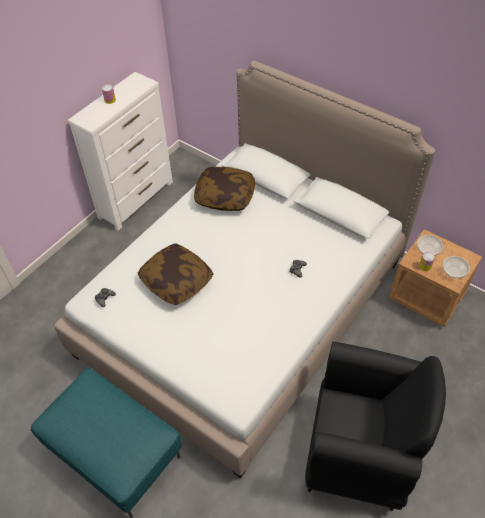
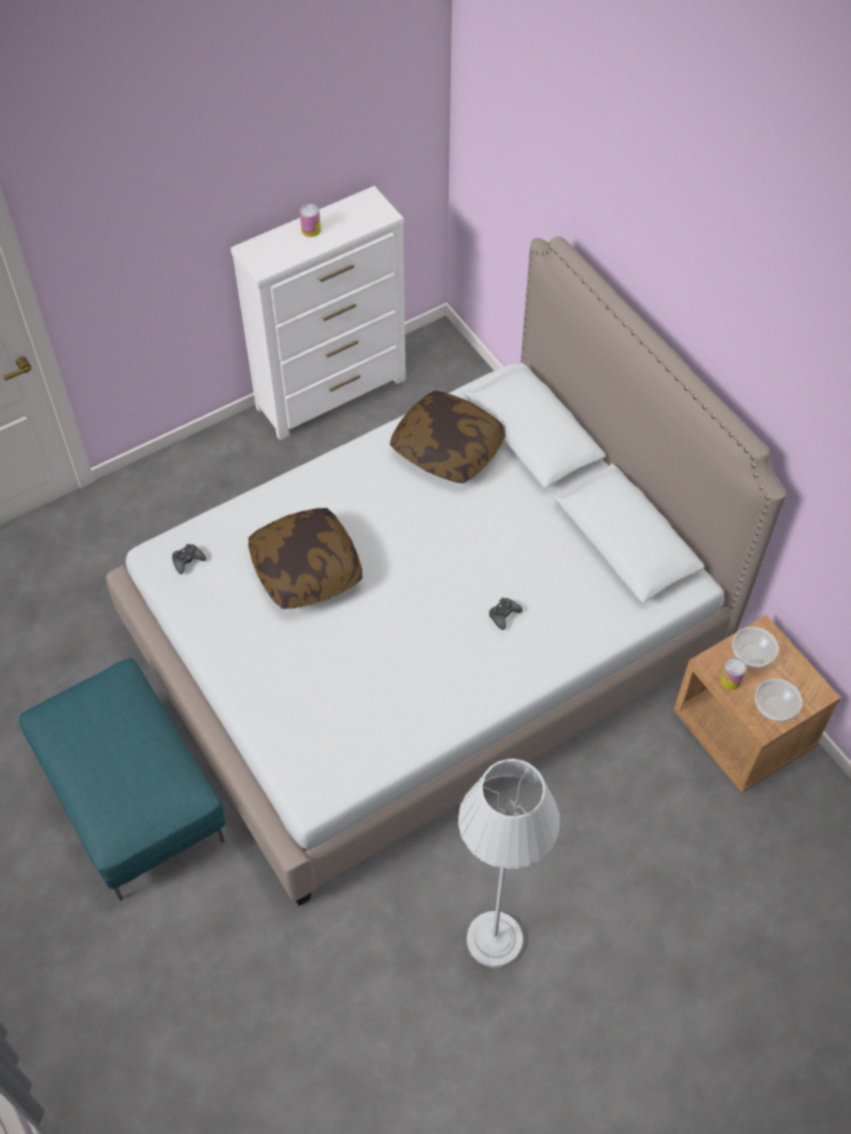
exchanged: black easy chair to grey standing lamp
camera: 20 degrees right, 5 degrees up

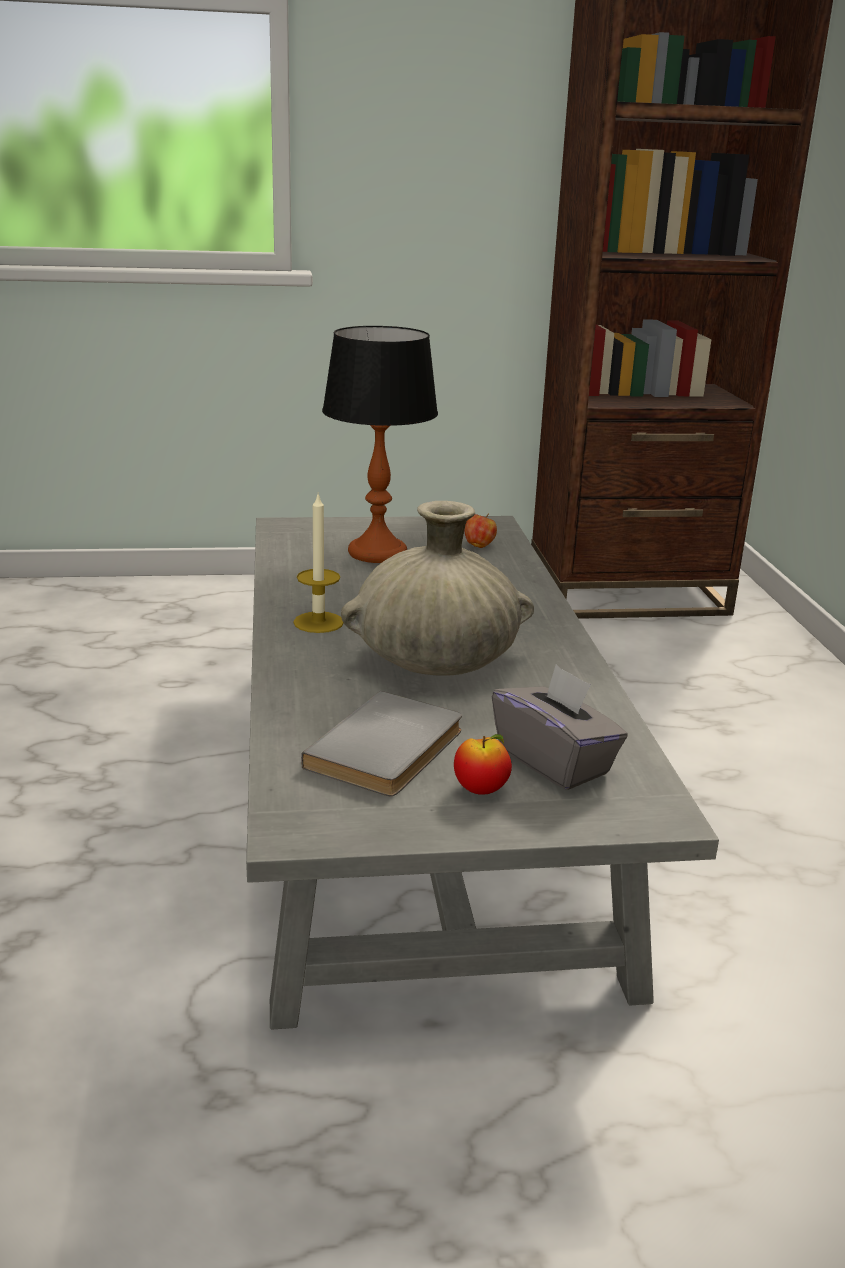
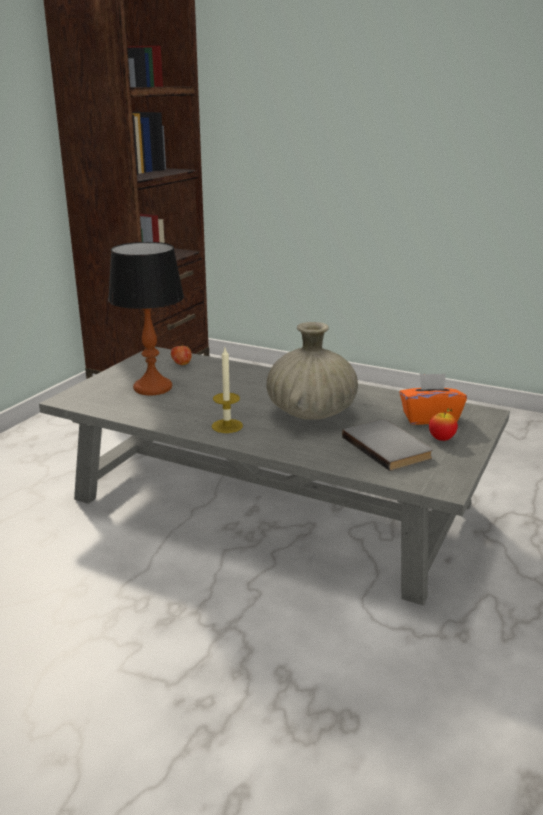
colour: grey tissue holder to orange tissue holder
camera: 55 degrees left, 0 degrees up

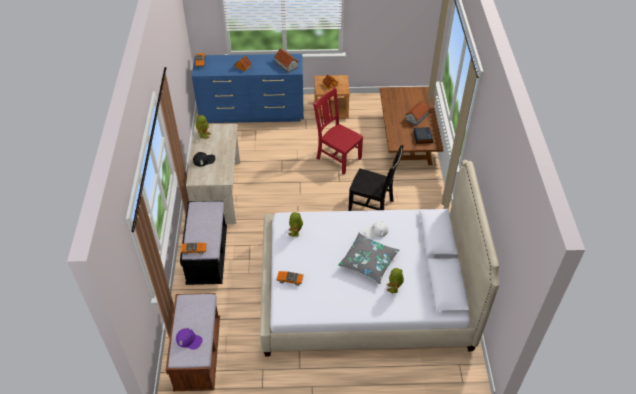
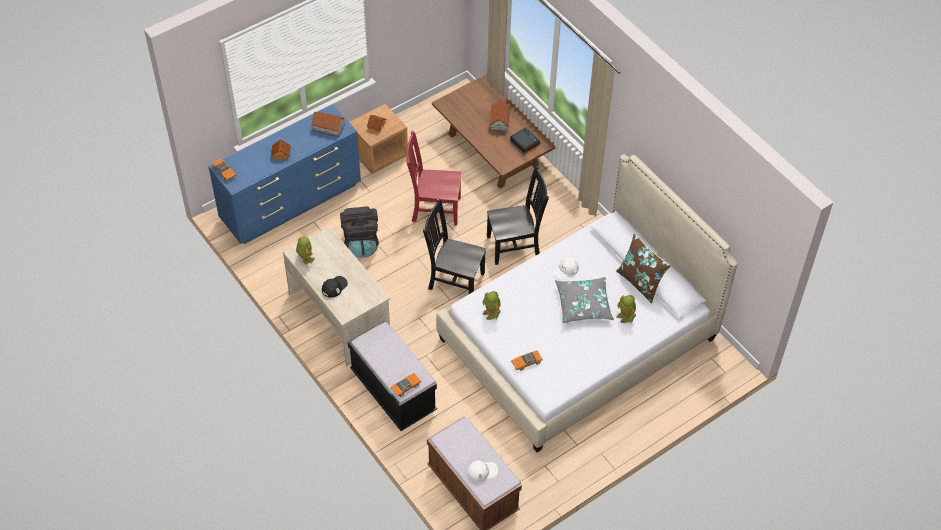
appeared: black backpack; black plain chair (no. 1 from left); brown cushion
colour: purple-coloured peaked cap to whitish peaked cap (no. 1 from left)
camera: 35 degrees left, 5 degrees up

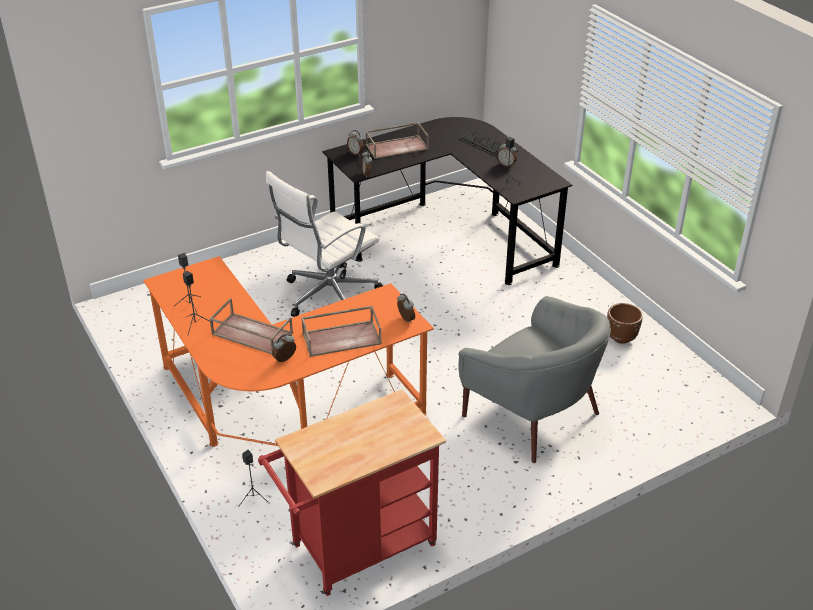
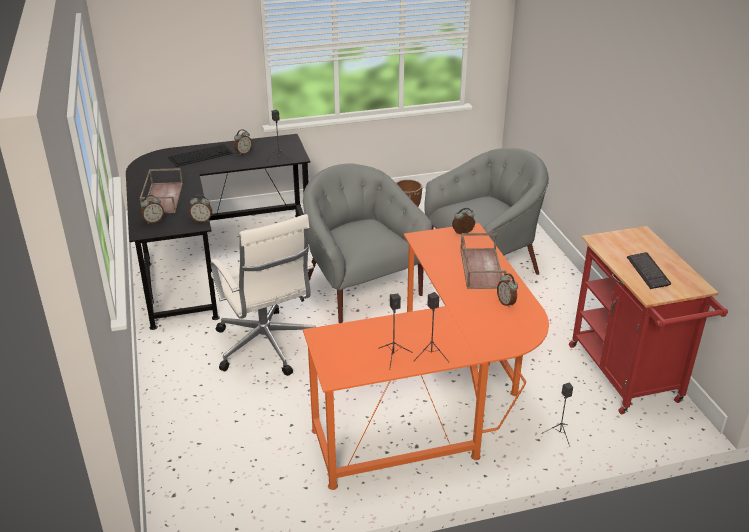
missing: brown serving tray (no. 1 from left)
appeared: grey easy chair (no. 1 from left); keyboard (no. 2 from left)
camera: 75 degrees left, 5 degrees down

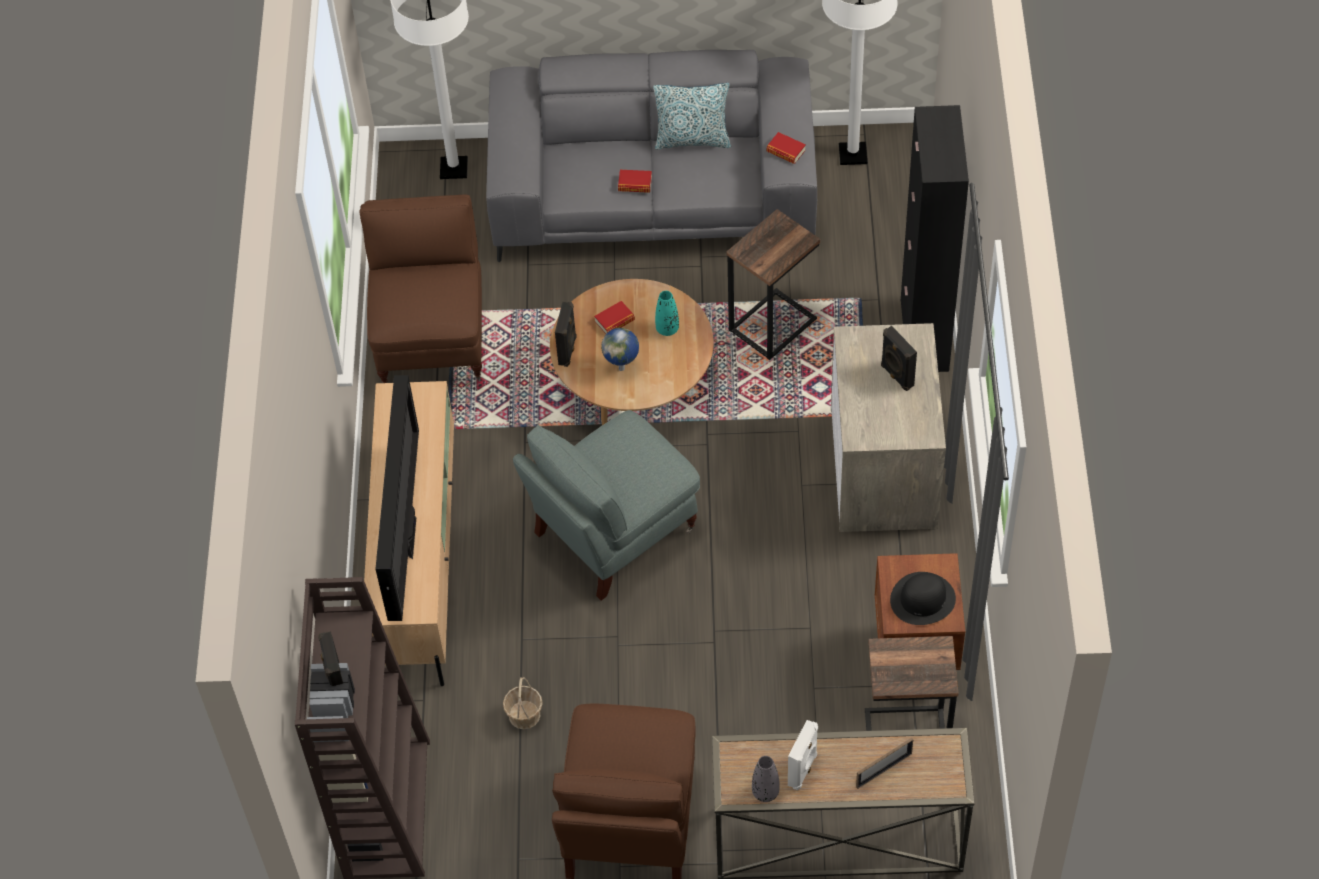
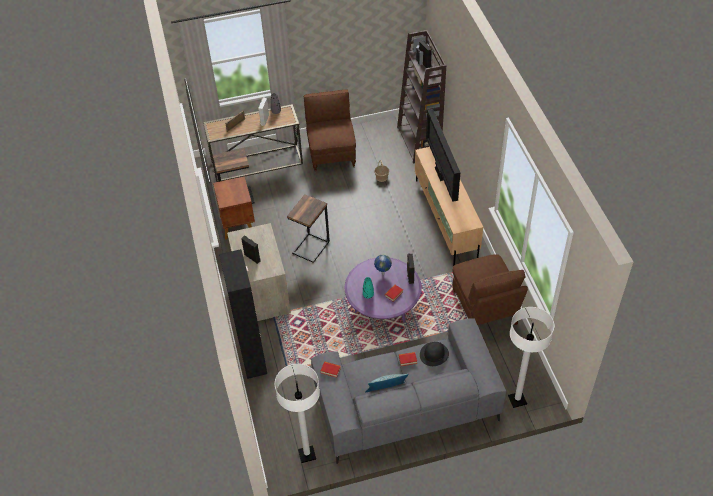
missing: grey easy chair
relocated: end table (no. 1 from left in the first image) to end table (no. 2 from left); black hat
colour: brown lounge table to purple-coloured lounge table
camera: 165 degrees right, 5 degrees down

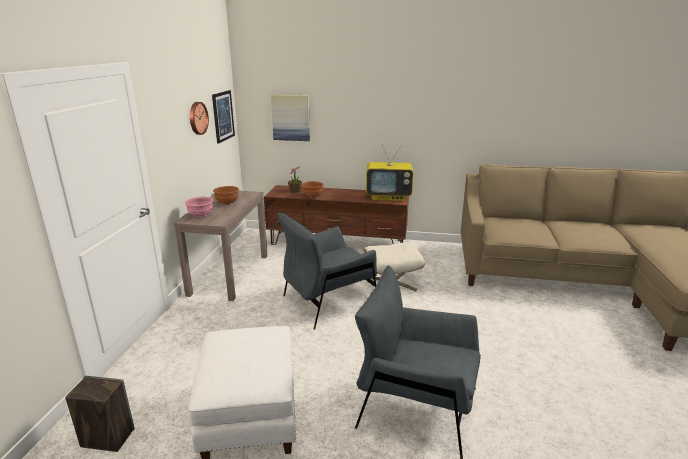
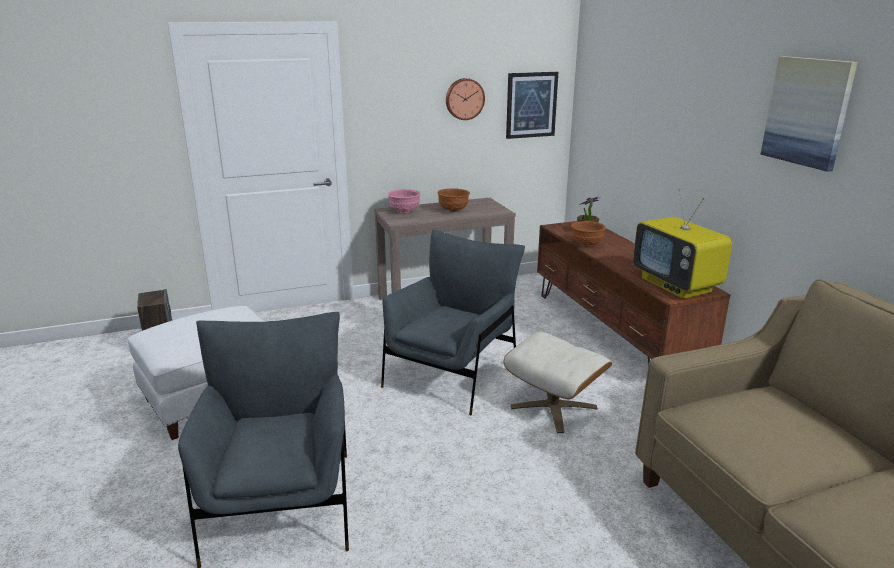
relocated: wall picture (no. 2 from left)
spun: grey easy chair (no. 1 from left in the first image) 90 degrees clockwise
camera: 60 degrees right, 0 degrees up

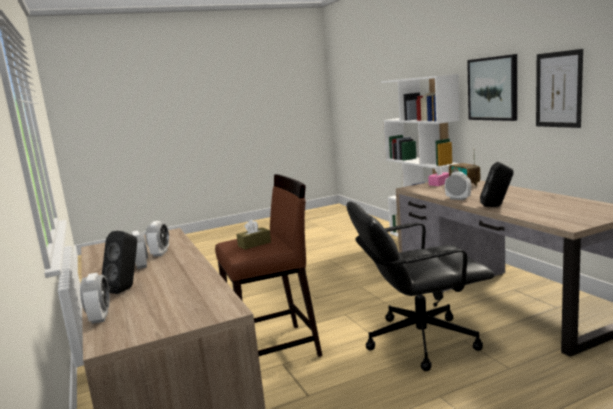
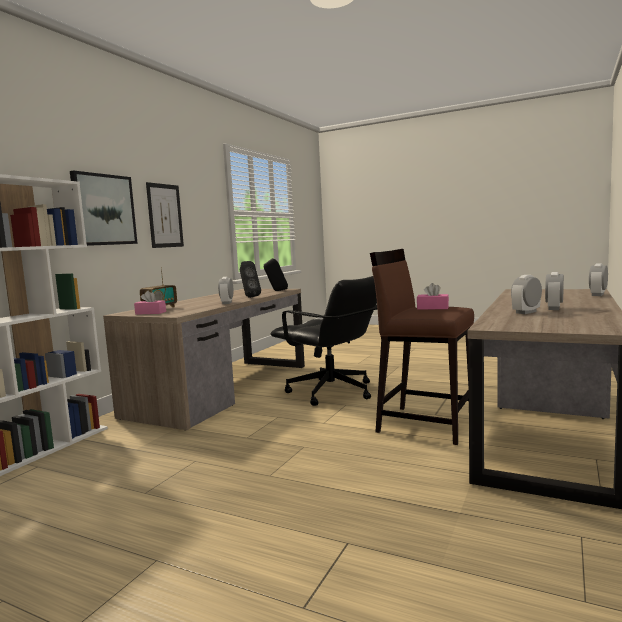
relocated: black speaker (no. 1 from left in the first image) to black speaker (no. 2 from left)
colour: brown tissue holder to pink-coloured tissue holder (no. 2 from left)
camera: 130 degrees left, 5 degrees down

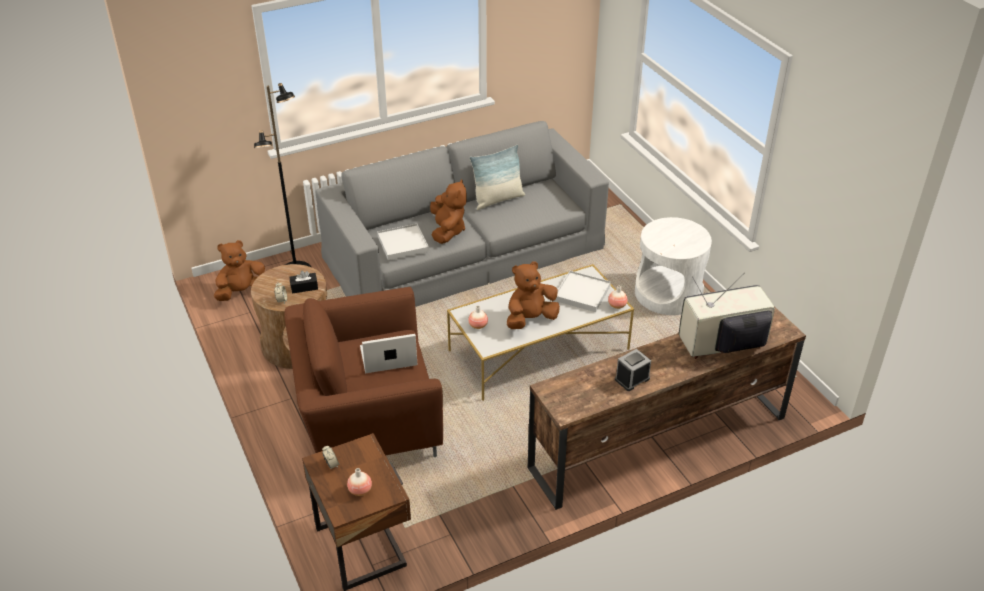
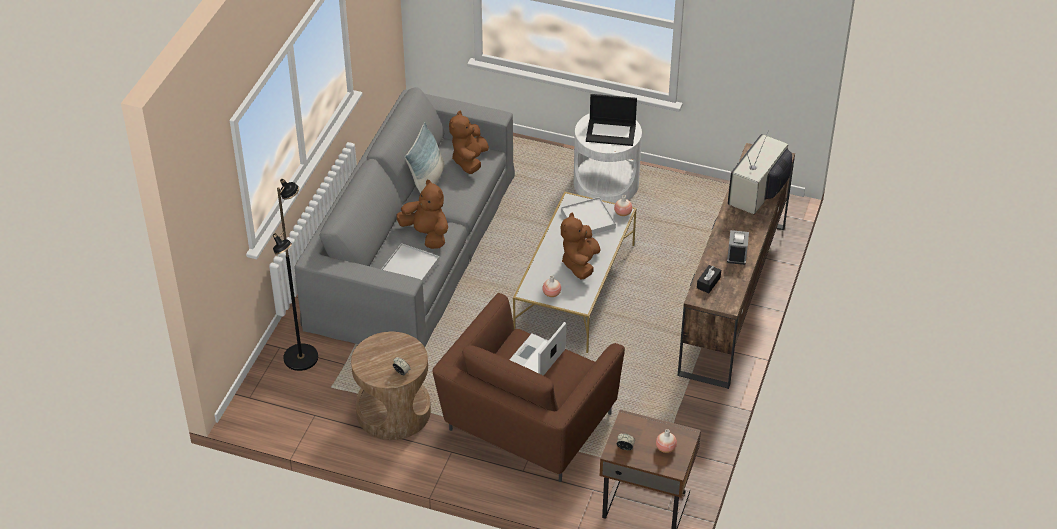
appeared: portable computer (no. 2 from left)
relocated: brown cuddly toy (no. 1 from left in the first image) to brown cuddly toy (no. 2 from left); black tissue holder
camera: 45 degrees left, 5 degrees up

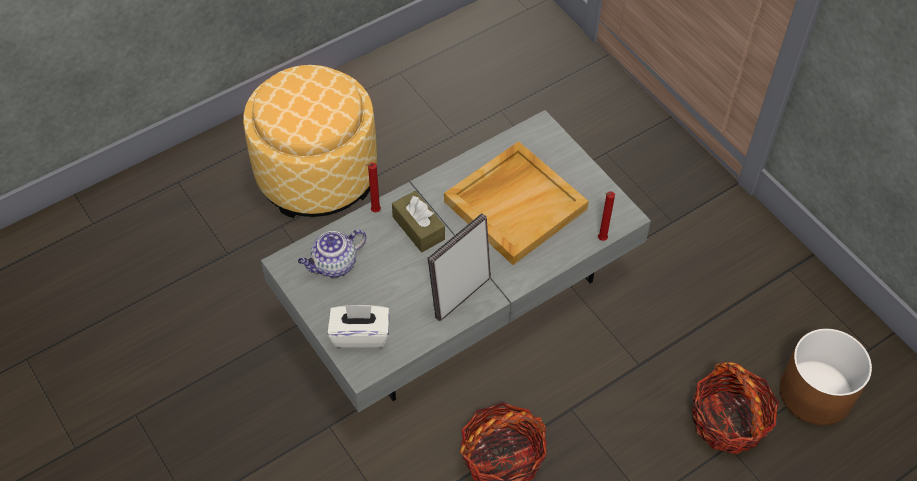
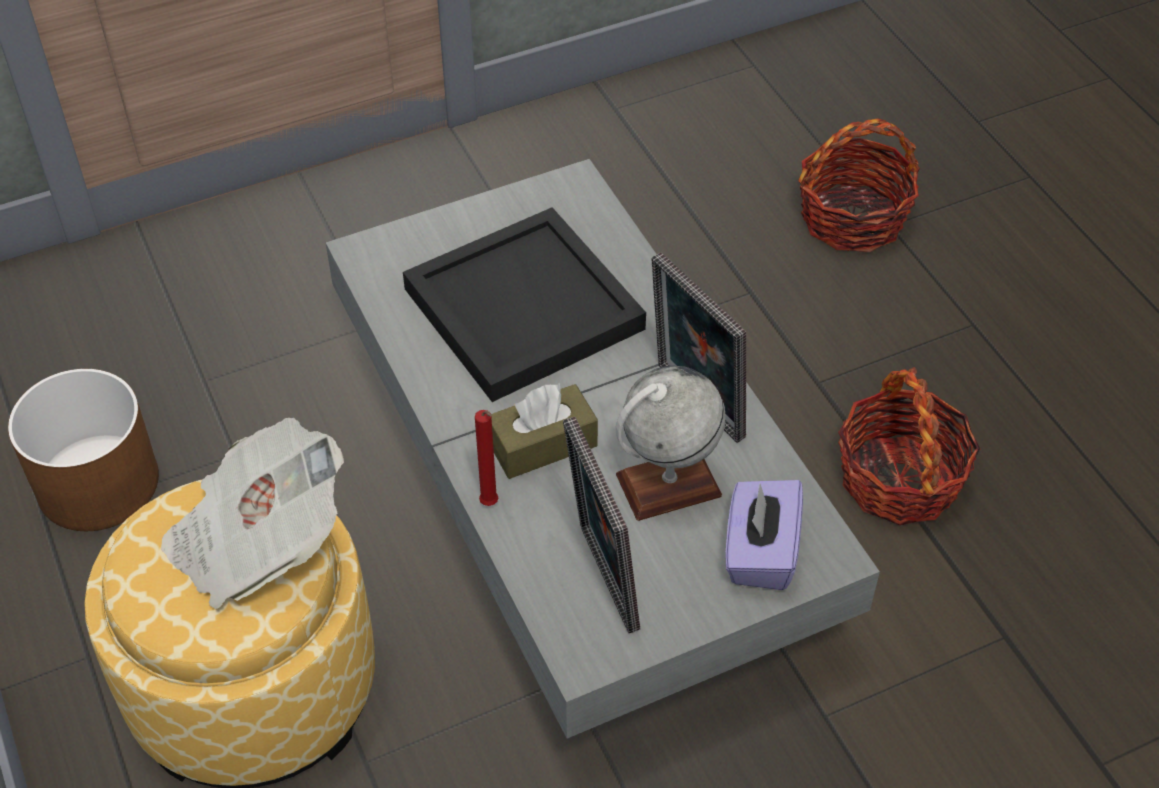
missing: reddish candle (no. 2 from left)
appeared: newspaper; world globe
relocated: brown plant pot
exchanged: pot for tea to standing frame (no. 1 from left)
colour: beige serving tray to black serving tray; whitish tissue holder to purple-coloured tissue holder
camera: 80 degrees left, 5 degrees down

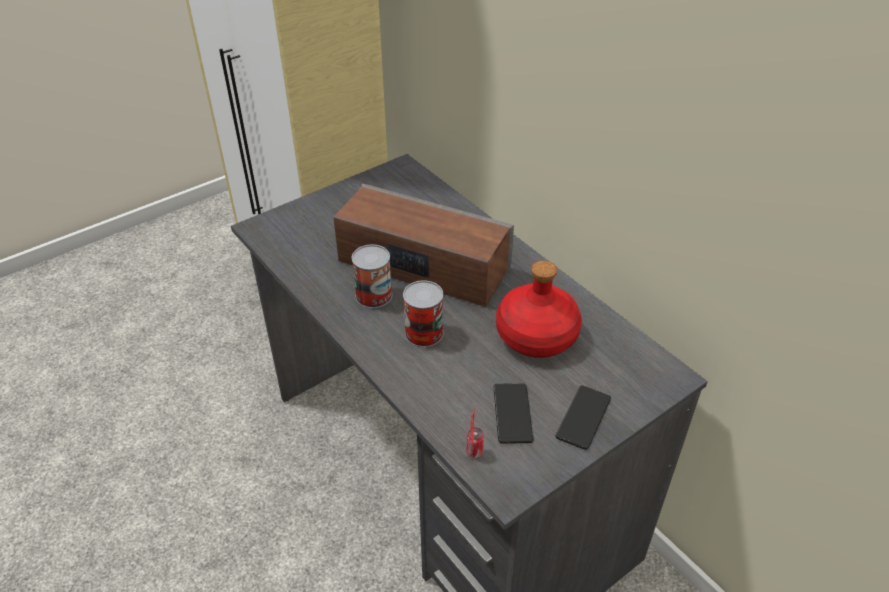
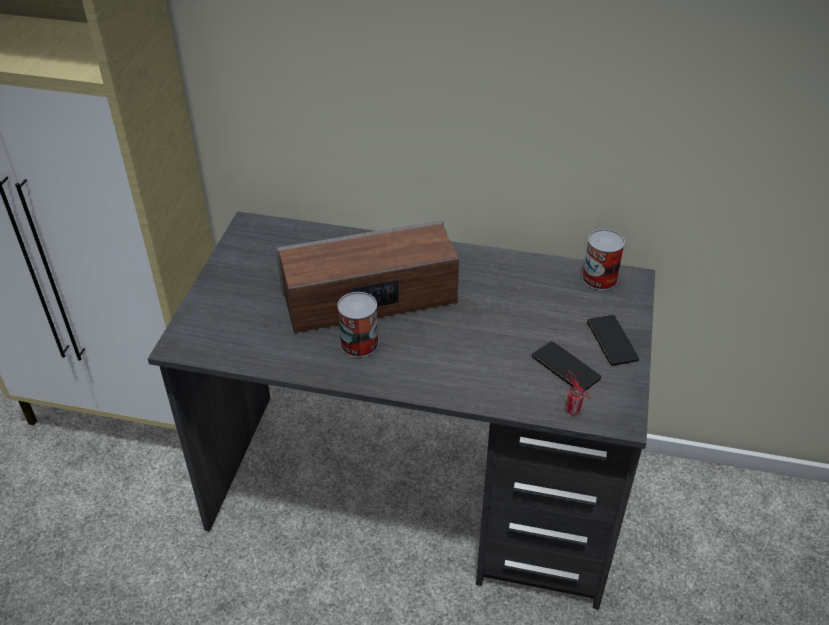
missing: reddish bottle
relocated: can (no. 2 from left in the first image) to can (no. 3 from left)
camera: 40 degrees left, 0 degrees up

